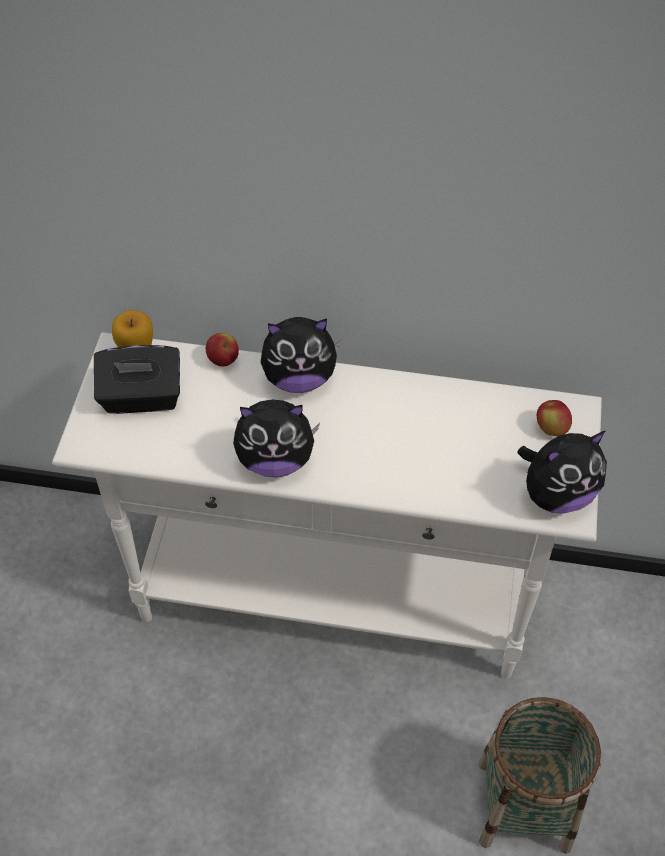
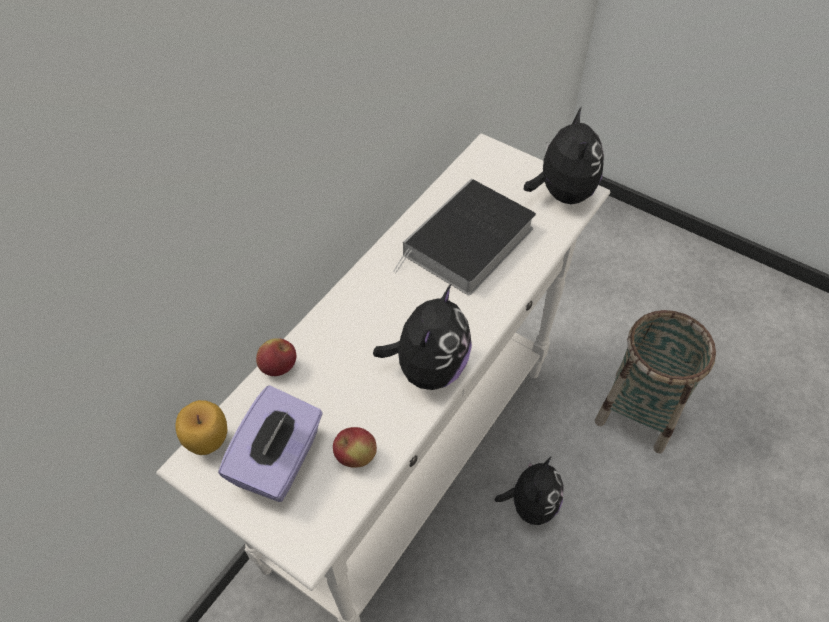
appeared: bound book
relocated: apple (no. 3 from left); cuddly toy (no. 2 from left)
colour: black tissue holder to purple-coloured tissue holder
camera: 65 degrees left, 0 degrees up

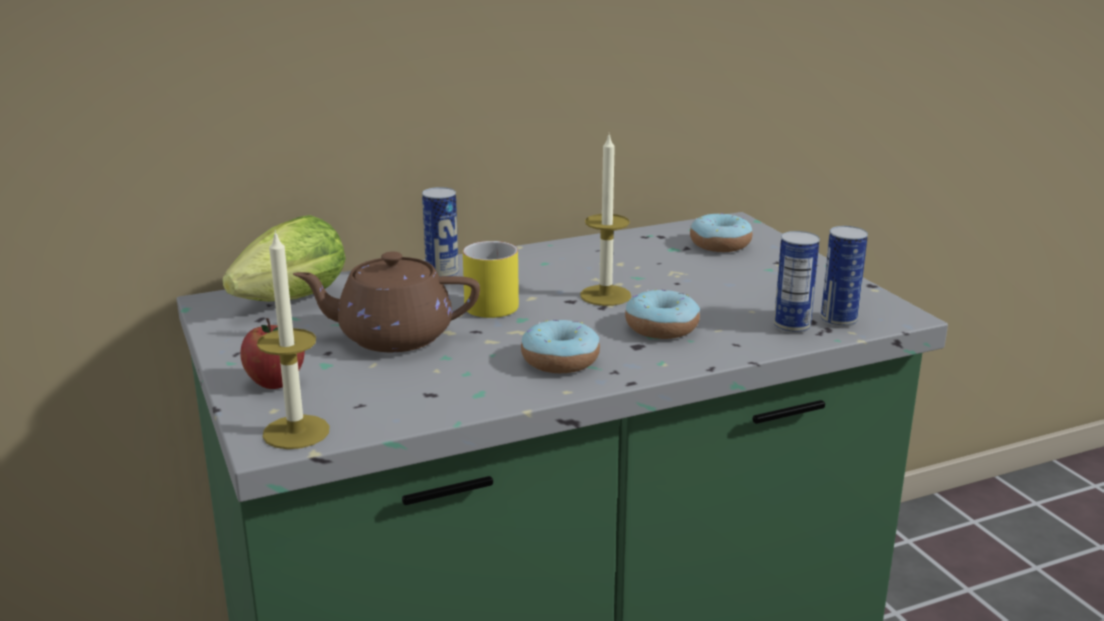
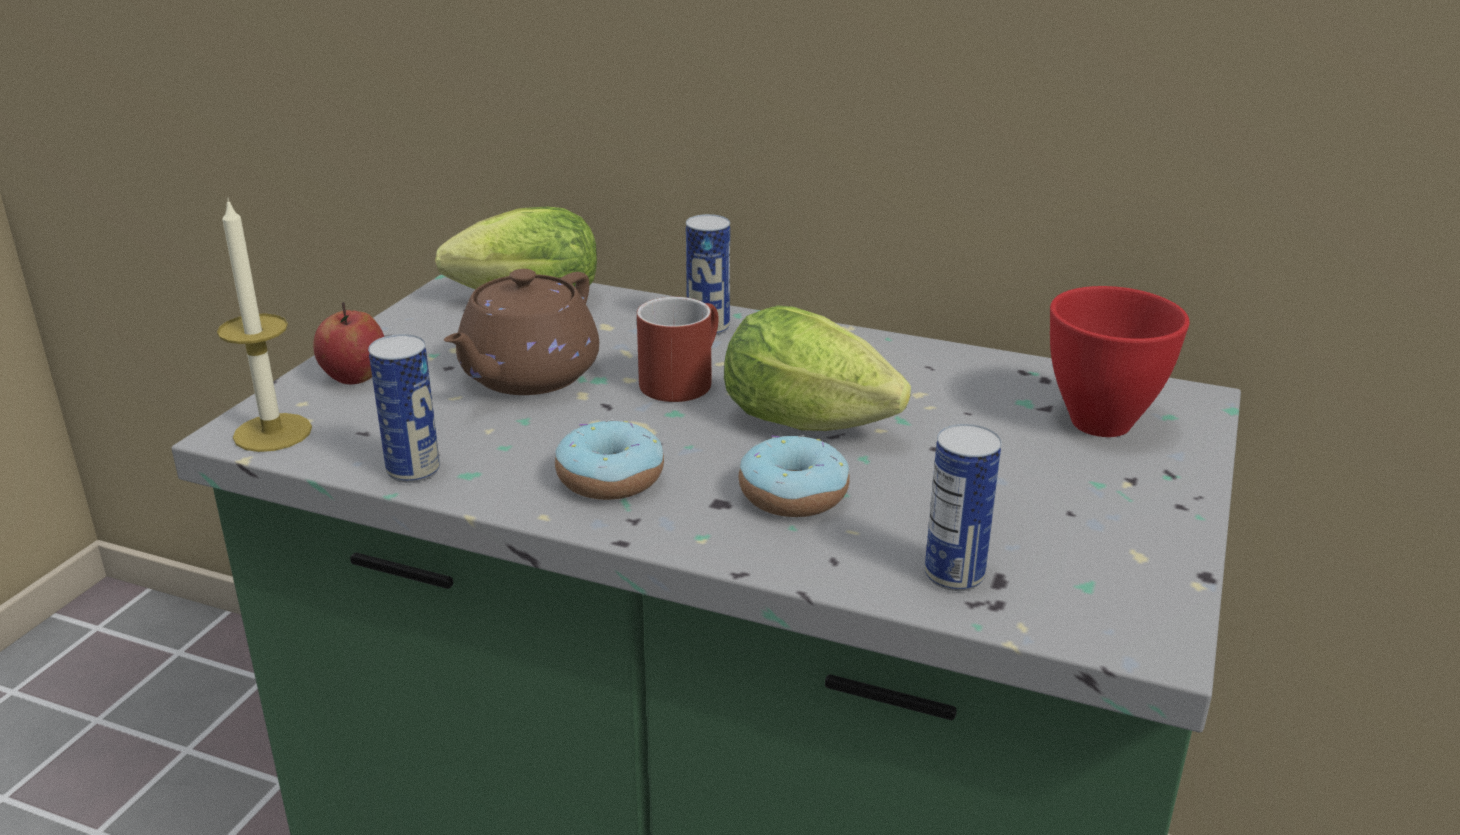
relocated: can (no. 3 from left in the first image) to can (no. 1 from left)
exchanged: candle (no. 2 from left) to head of lettuce (no. 2 from left); donut (no. 3 from left) to reddish serving bowl
colour: yellow-coloured coffee mug to reddish coffee mug
spun: brown pot for tea 105 degrees counterclockwise
camera: 45 degrees right, 5 degrees up

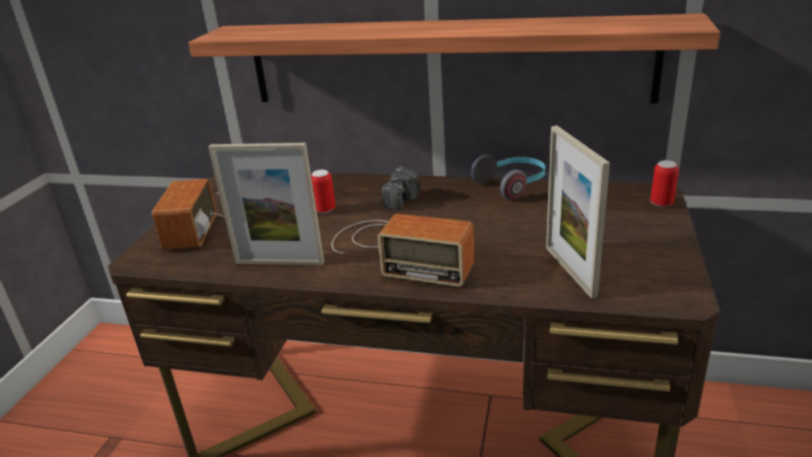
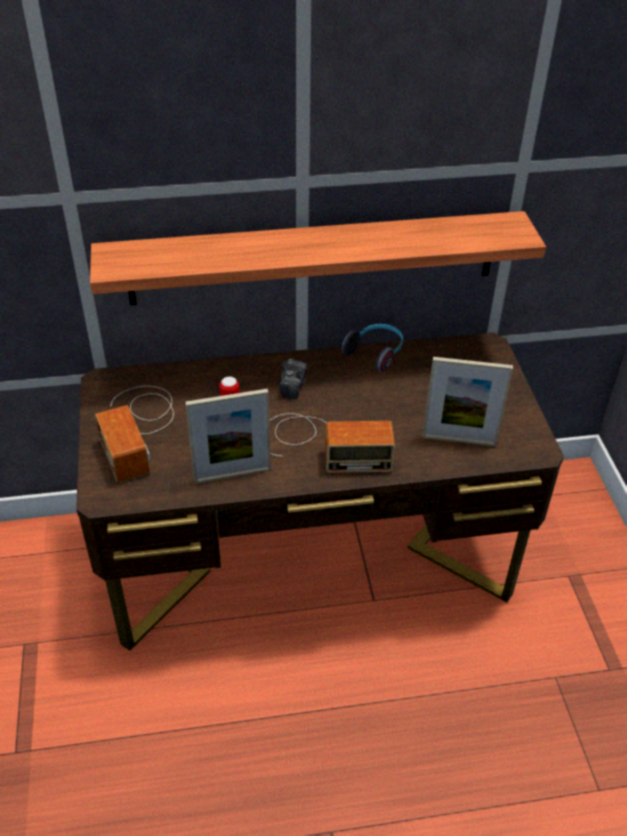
missing: can (no. 2 from left)
spun: standing frame (no. 2 from left) 45 degrees counterclockwise
camera: 25 degrees left, 15 degrees up

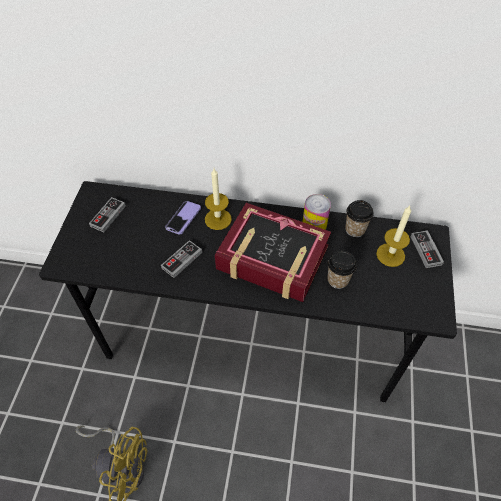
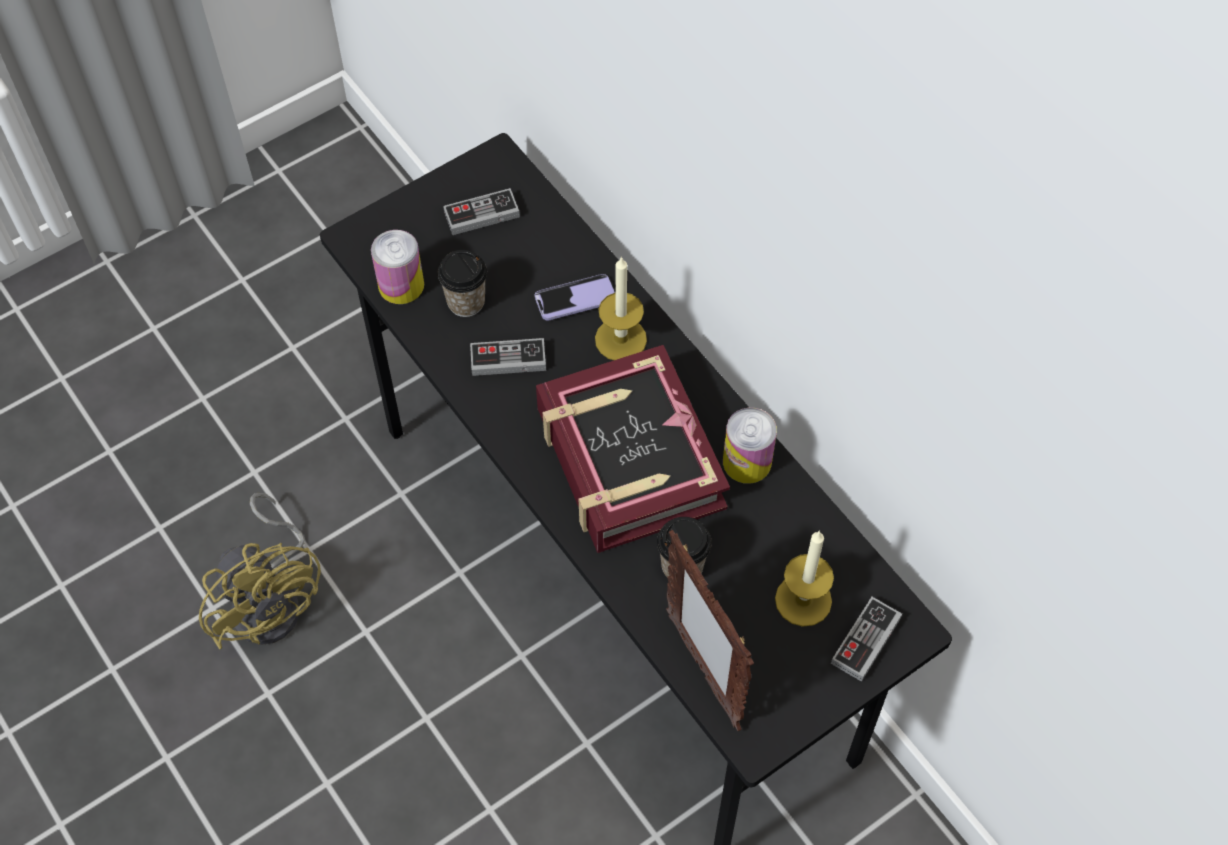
appeared: can (no. 1 from left); standing frame
relocated: drinking cup (no. 2 from left in the first image) to drinking cup (no. 1 from left)
camera: 45 degrees right, 5 degrees up

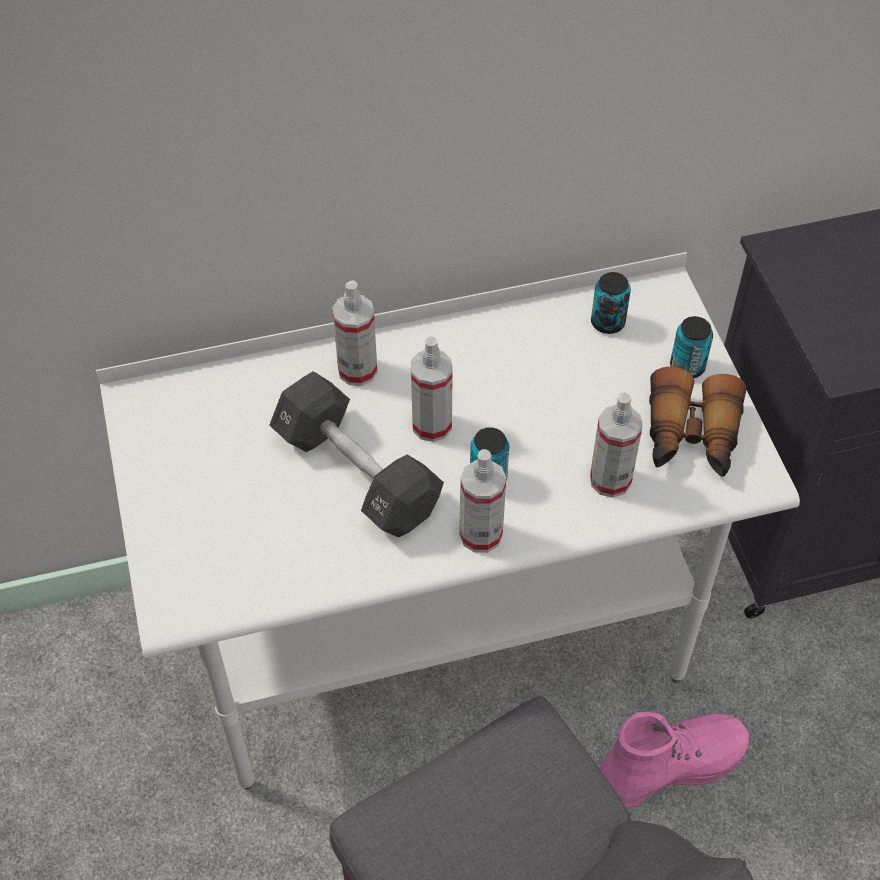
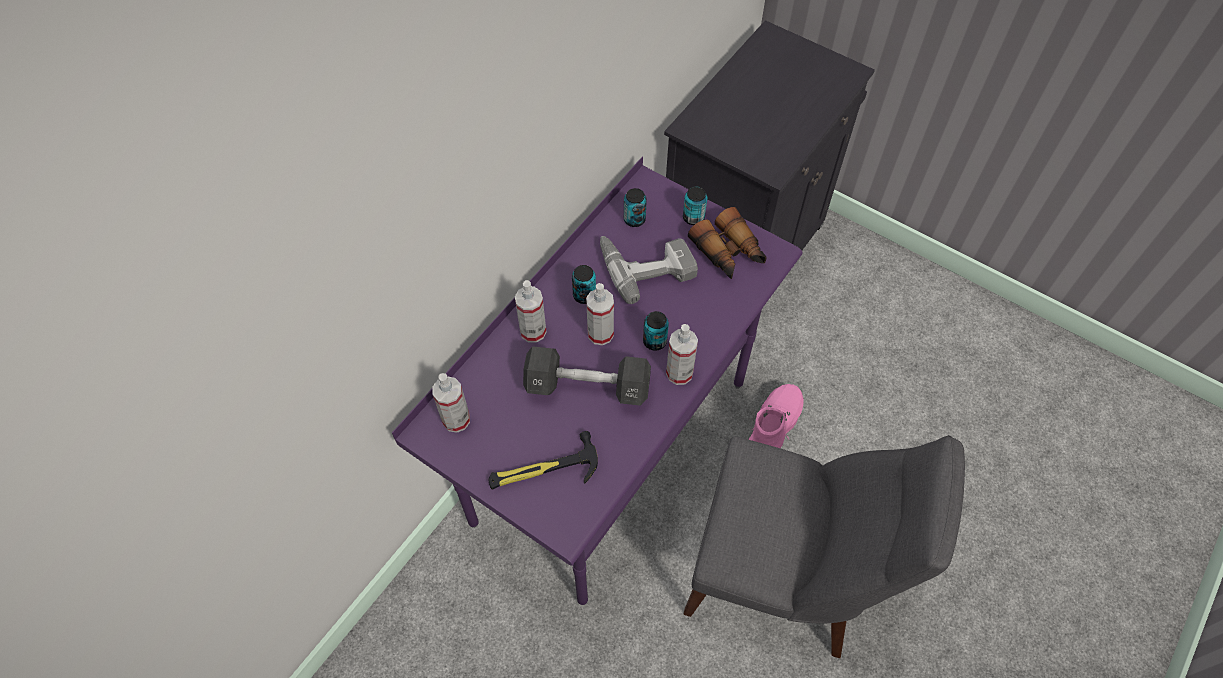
appeared: hammer; can (no. 1 from left); power drill
relocated: sprayer (no. 4 from left in the first image) to sprayer (no. 1 from left)
colour: whitish desk to purple-coloured desk
camera: 40 degrees left, 5 degrees up

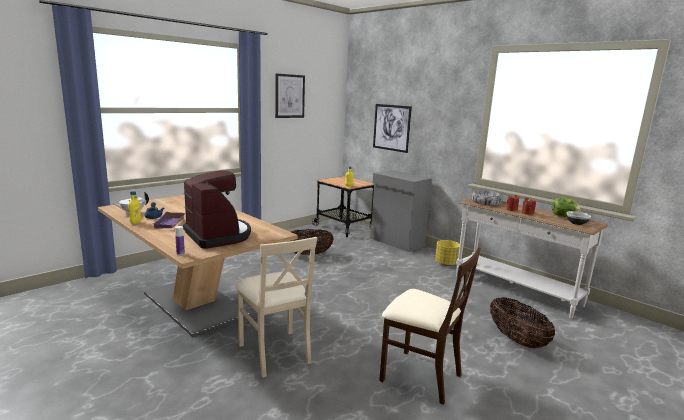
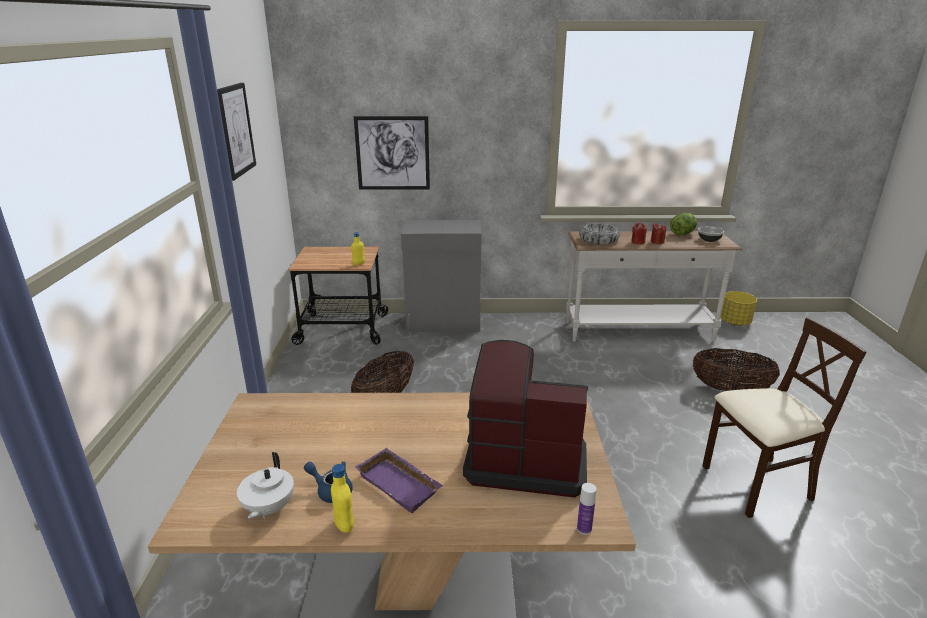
missing: beige plain chair (no. 1 from left)
relocated: yellow-coloured plant pot
camera: 45 degrees left, 10 degrees up

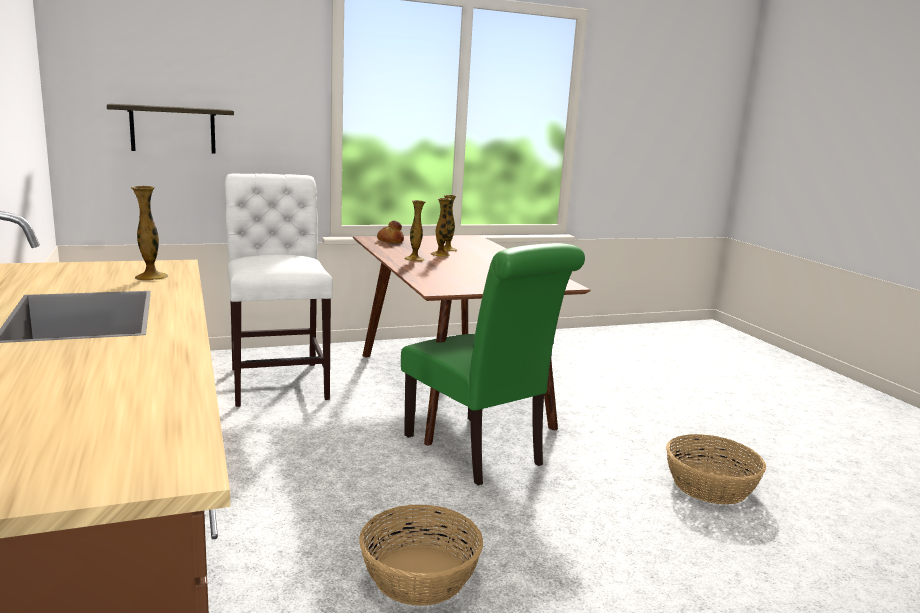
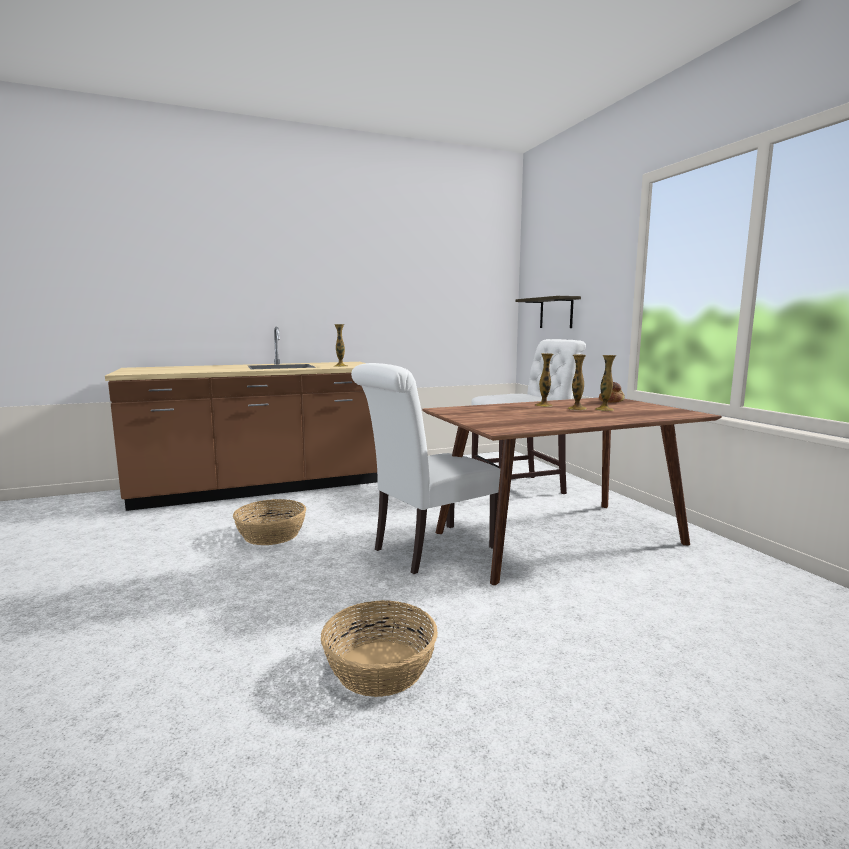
colour: green-coloured plain chair to whitish plain chair (no. 1 from left)
camera: 90 degrees right, 5 degrees down

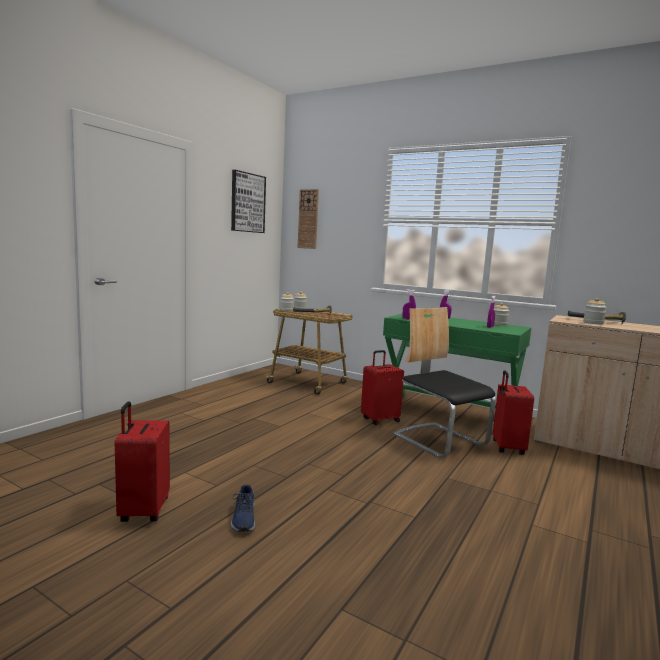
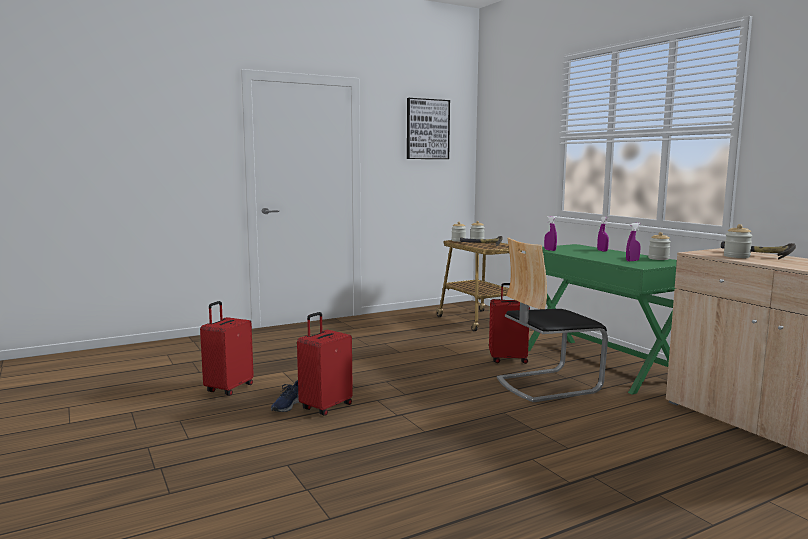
missing: clock on the wall
relocated: reddish piece of luggage (no. 3 from left in the first image) to reddish piece of luggage (no. 2 from left)
spun: plain chair 105 degrees counterclockwise
camera: 30 degrees right, 0 degrees up

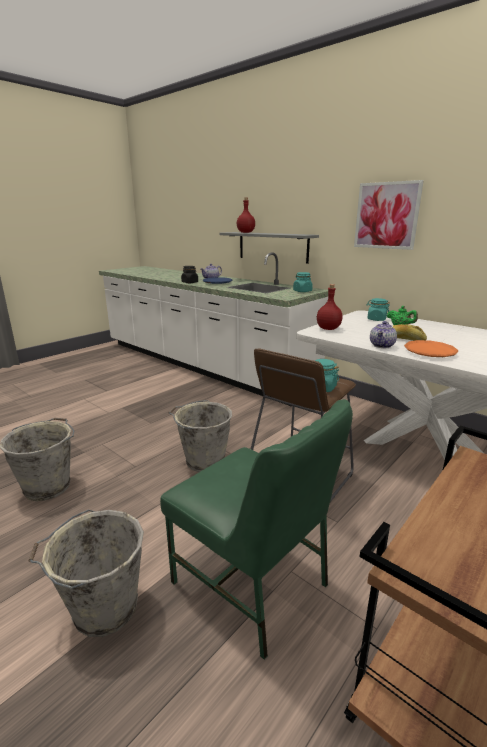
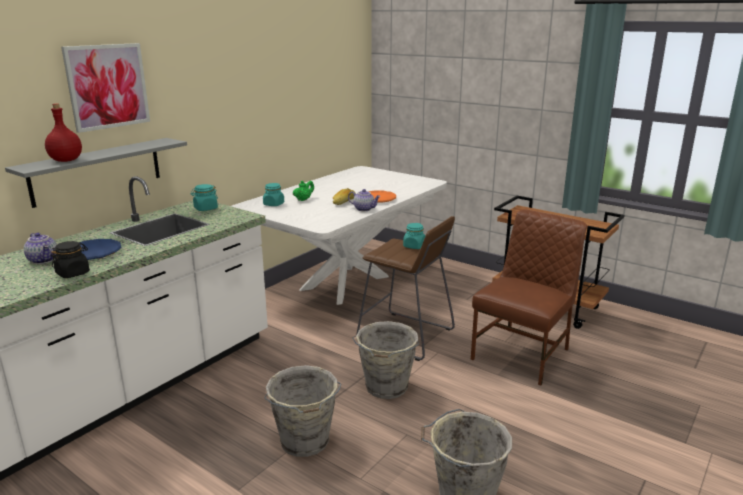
missing: reddish bottle (no. 2 from left)
relocated: wall picture; grey pail (no. 2 from left in the first image) to grey pail (no. 1 from left)
colour: green-coloured plain chair to brown plain chair
camera: 95 degrees left, 0 degrees up

